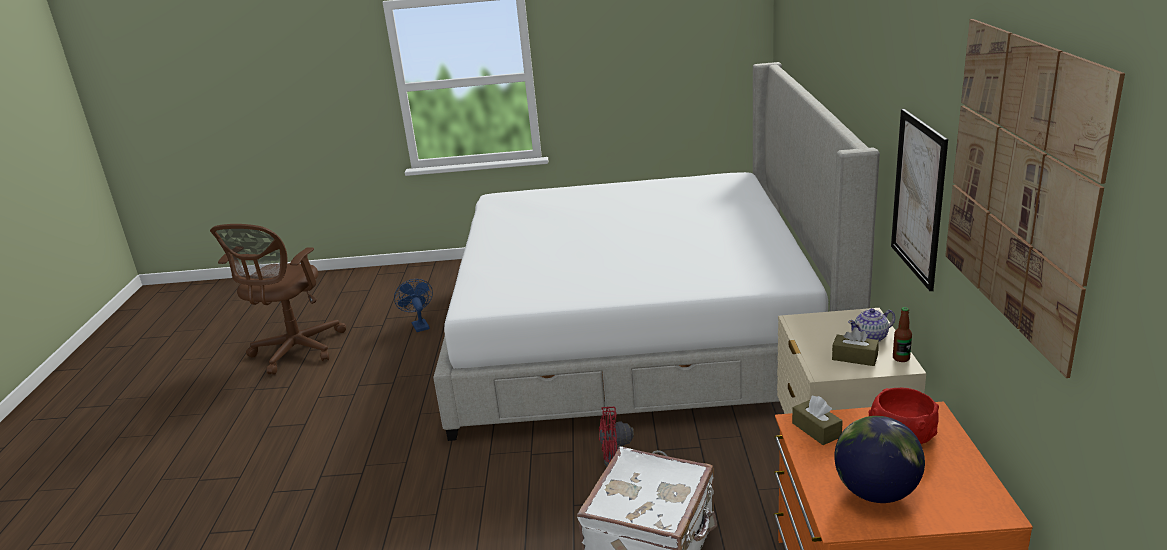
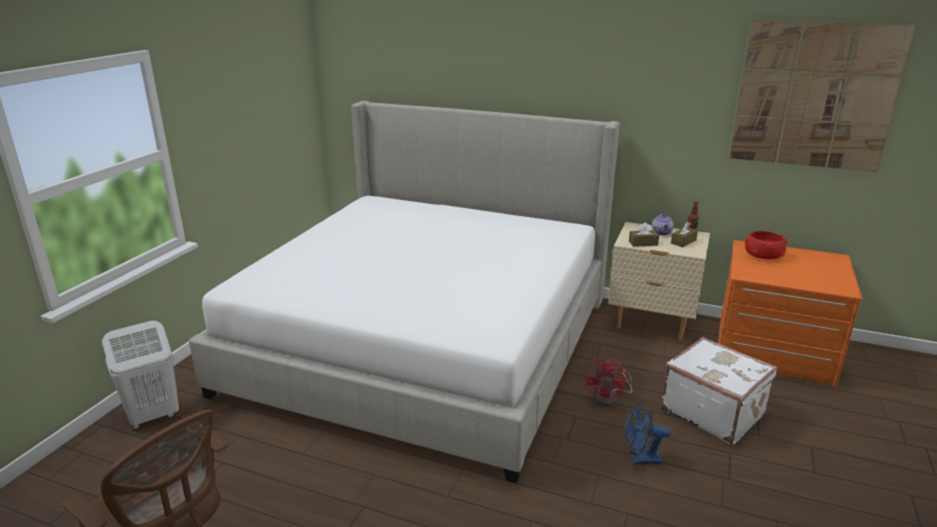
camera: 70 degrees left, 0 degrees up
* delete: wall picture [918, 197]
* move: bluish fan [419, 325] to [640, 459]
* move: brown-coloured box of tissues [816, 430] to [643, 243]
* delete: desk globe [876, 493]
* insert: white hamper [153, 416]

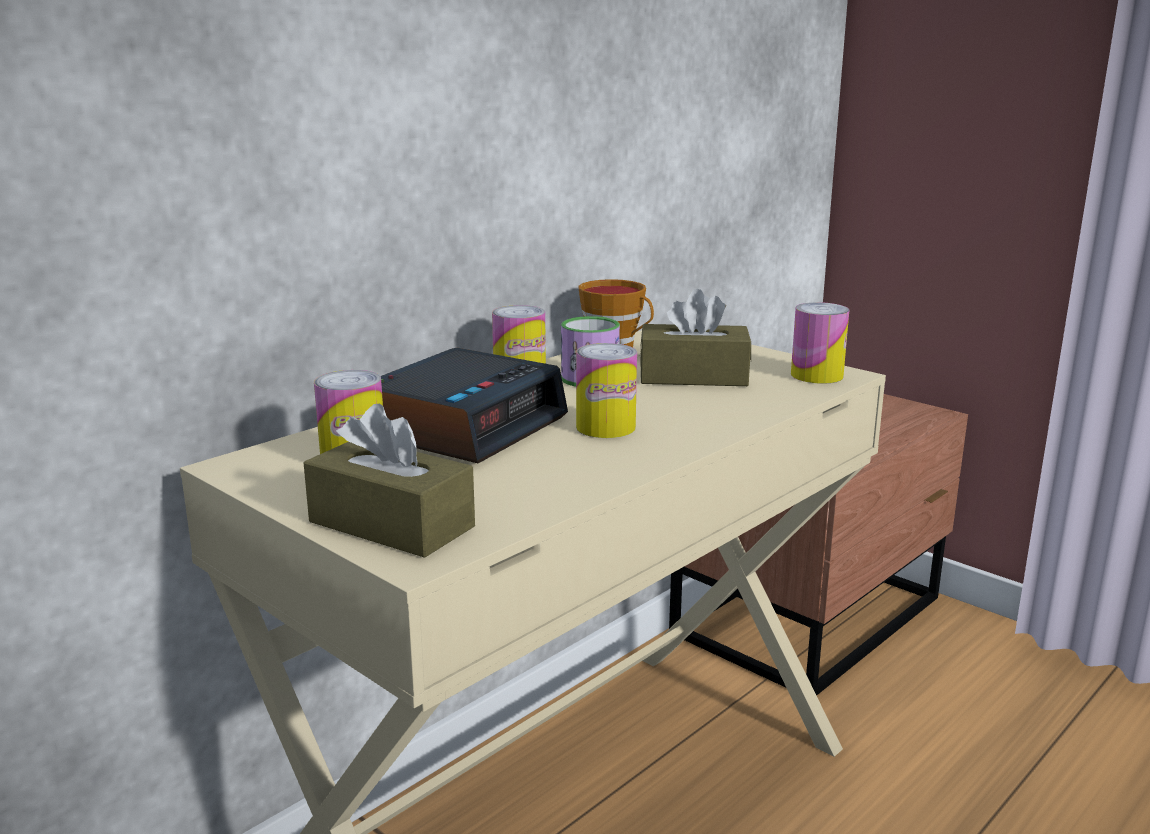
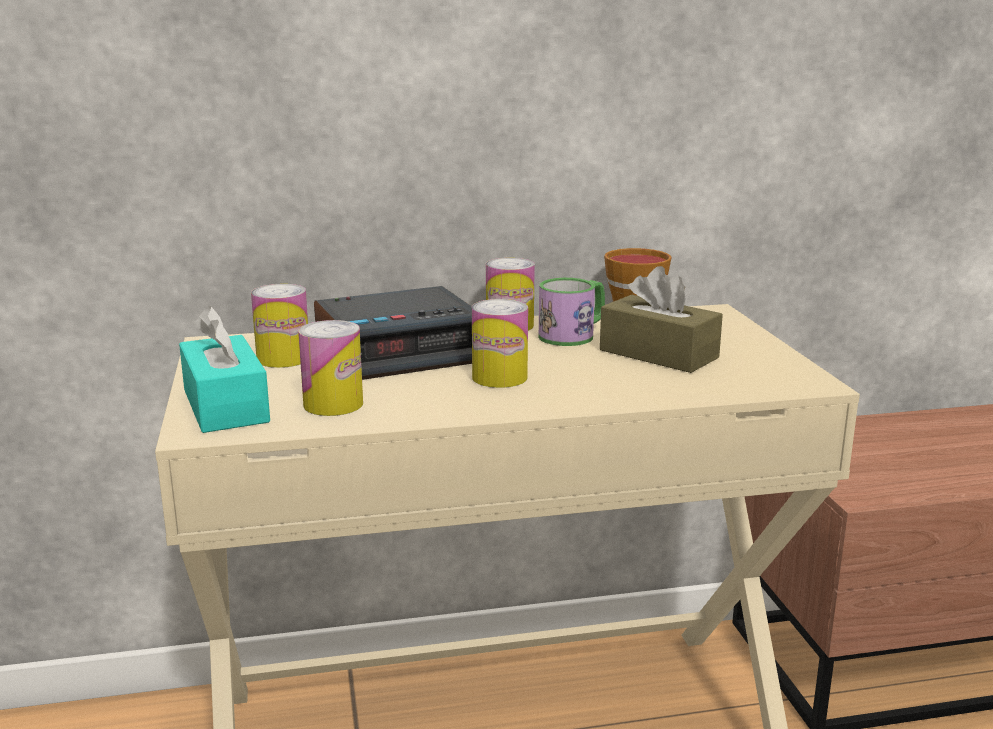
camera: 35 degrees right, 0 degrees up
* move: can [816, 375] to [333, 404]
* recolor: brown-coloured box of tissues [391, 524] to turquoise box of tissues [225, 406]

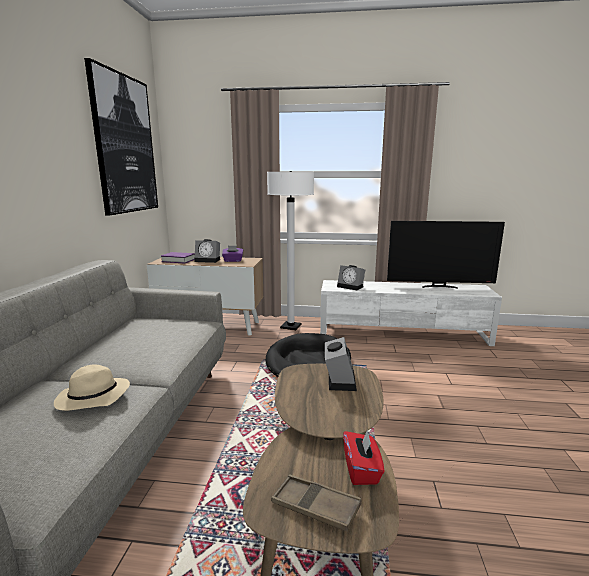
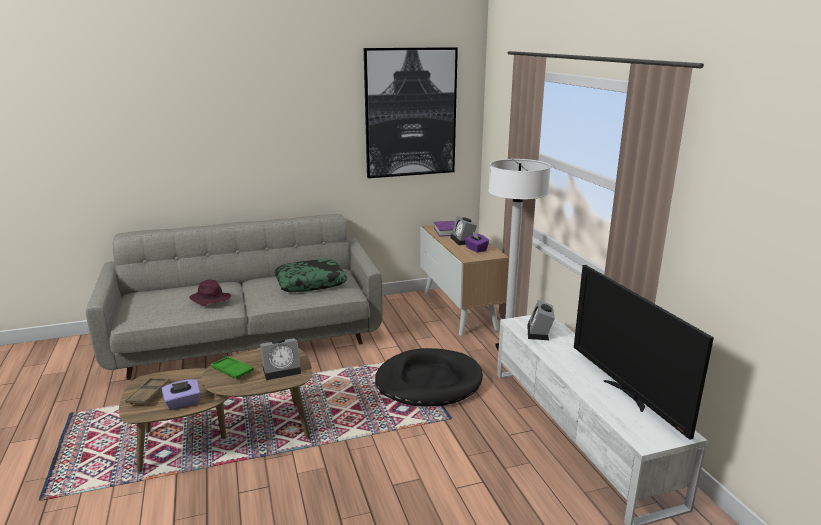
camera: 65 degrees right, 5 degrees up
* recolor: beige-coloured clothing hat [92, 398] to purple clothing hat [210, 299]
* recolor: reddish box of tissues [361, 470] to purple box of tissues [183, 403]
* insert: throw pillow [310, 283]
* insert: green-coloured serving tray [232, 371]

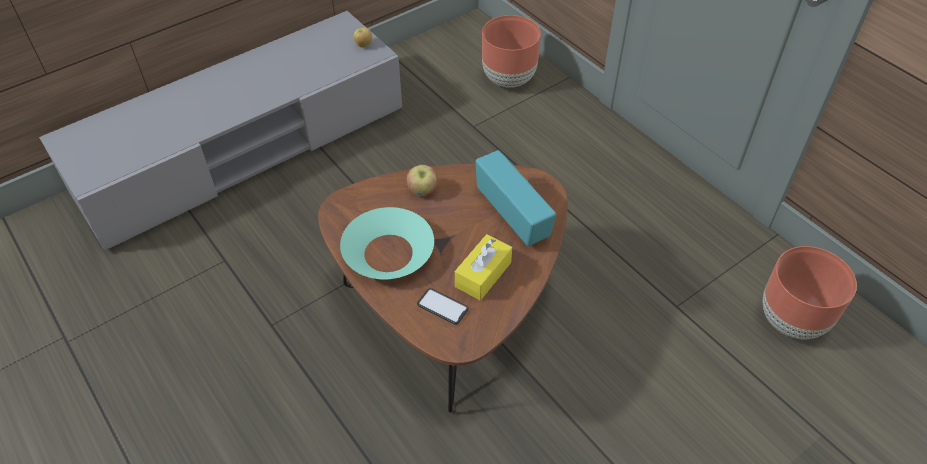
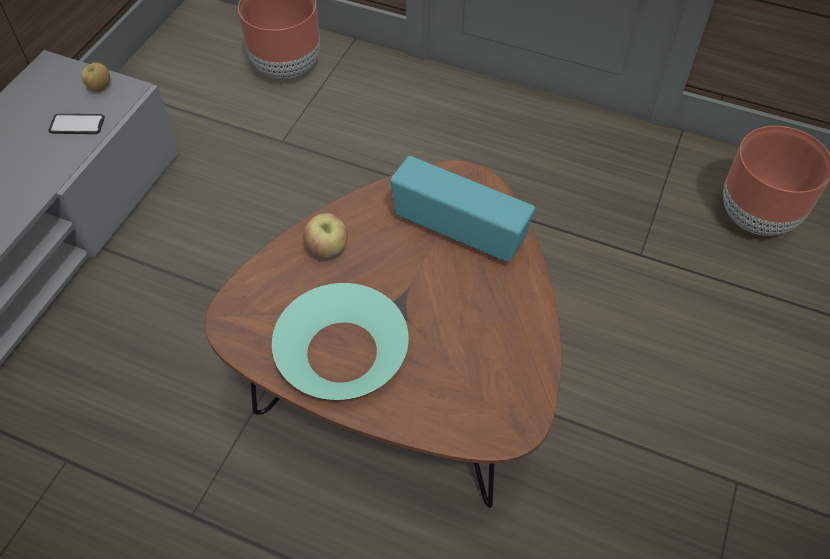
camera: 30 degrees left, 5 degrees up
* delete: yellow box of tissues [483, 274]
* move: handset [442, 307] to [77, 124]

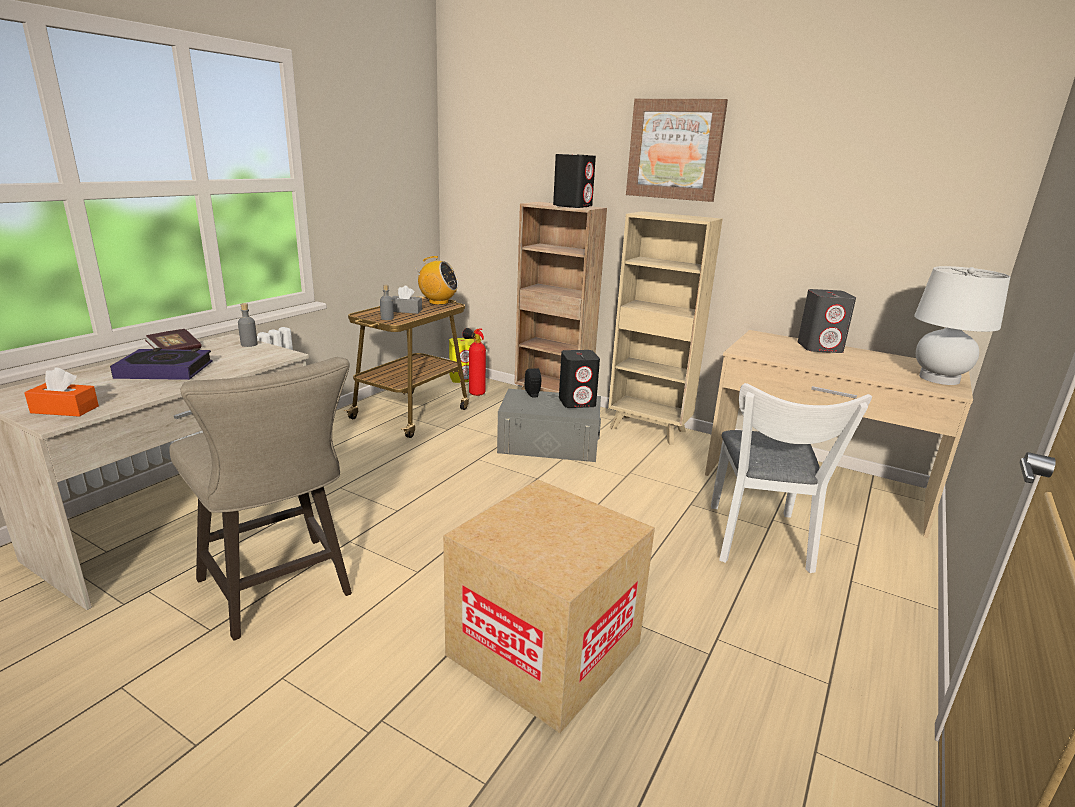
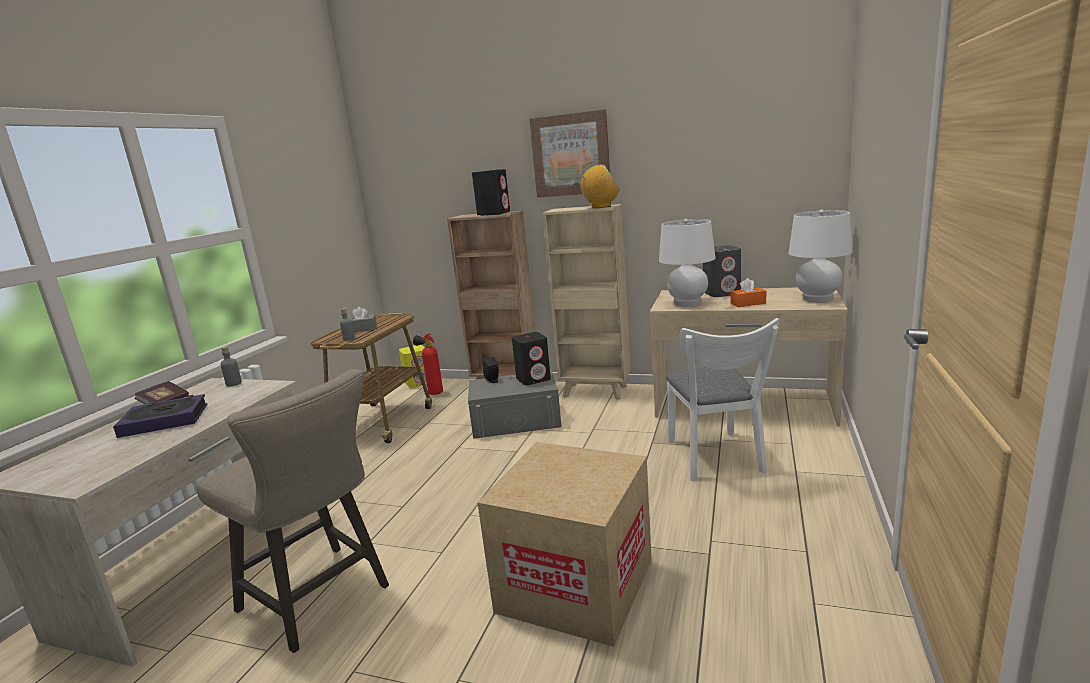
camera: 10 degrees left, 5 degrees down
* move: radio set [438, 302] to [601, 207]
* move: orangey box of tissues [65, 409] to [748, 303]
* insert: white table lamp [687, 303]

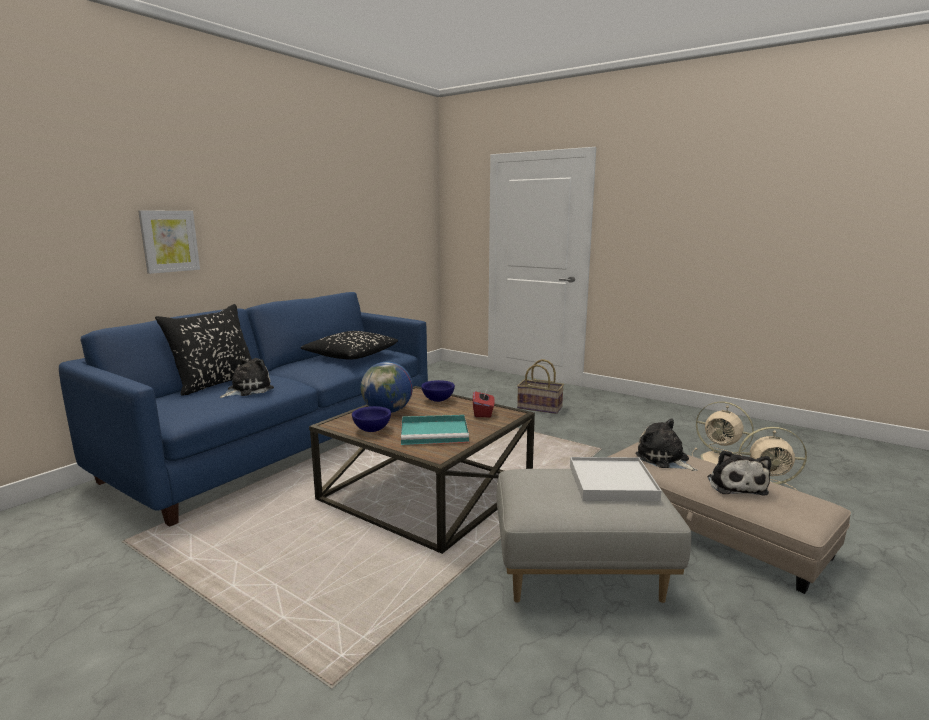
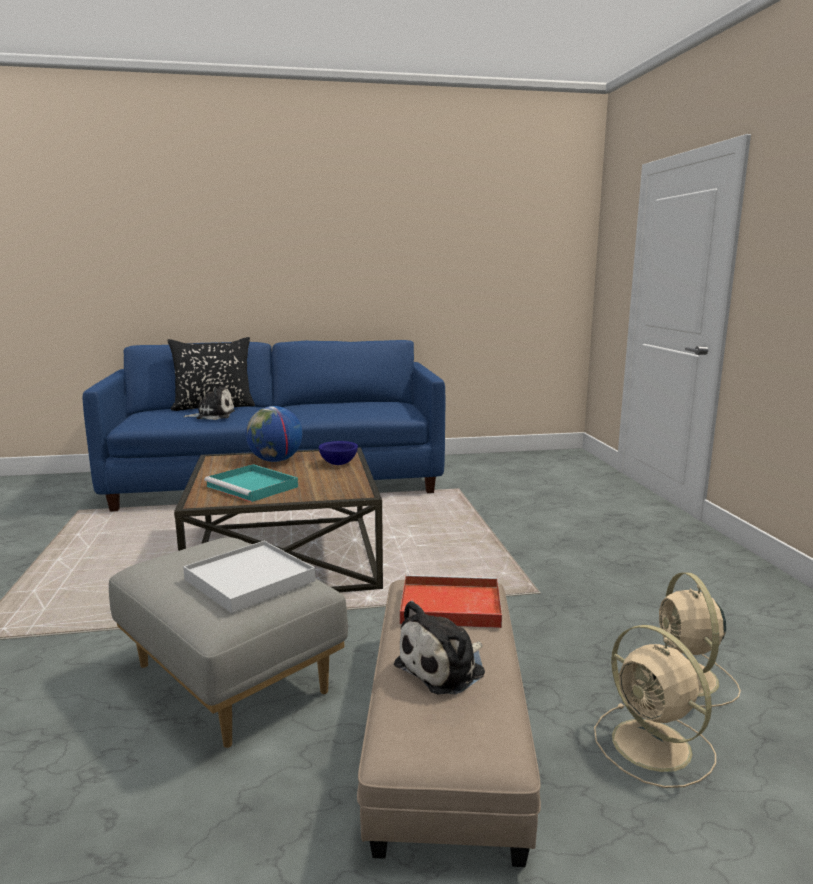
camera: 45 degrees right, 0 degrees up
* delete: wall picture [169, 241]
* delete: blackish throw pillow [351, 356]
* delete: basket [540, 407]
* delete: reddish box of tissues [483, 413]
* delete: bluish serving bowl [372, 430]
* replace: cuddly toy [664, 459] to reddish serving tray [448, 606]

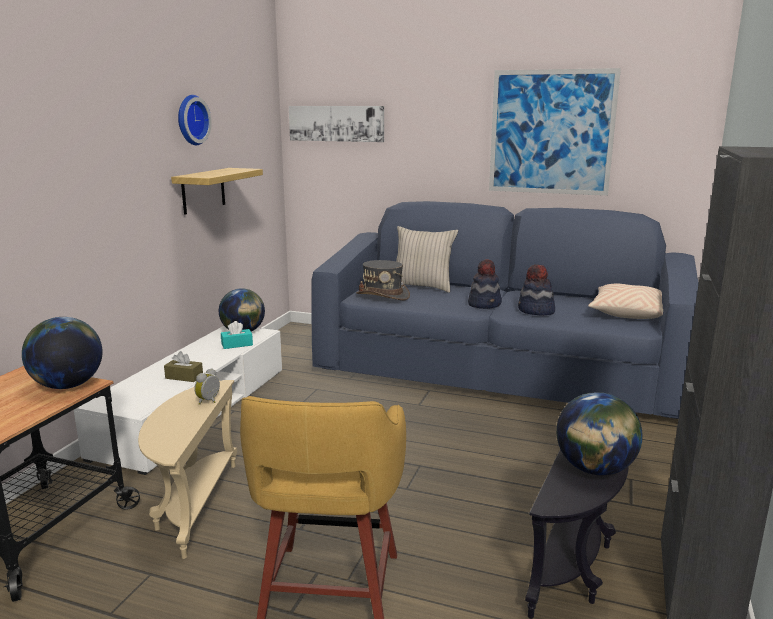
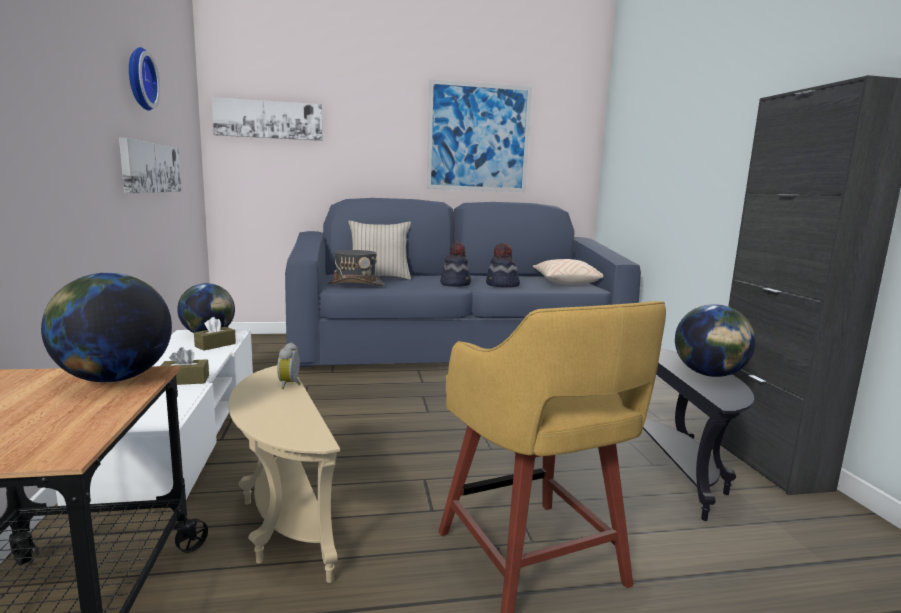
camera: 30 degrees left, 5 degrees down
* replace: bracket shelf [203, 190] to wall picture [150, 168]
* recolor: turquoise box of tissues [237, 344] to brown-coloured box of tissues [215, 345]

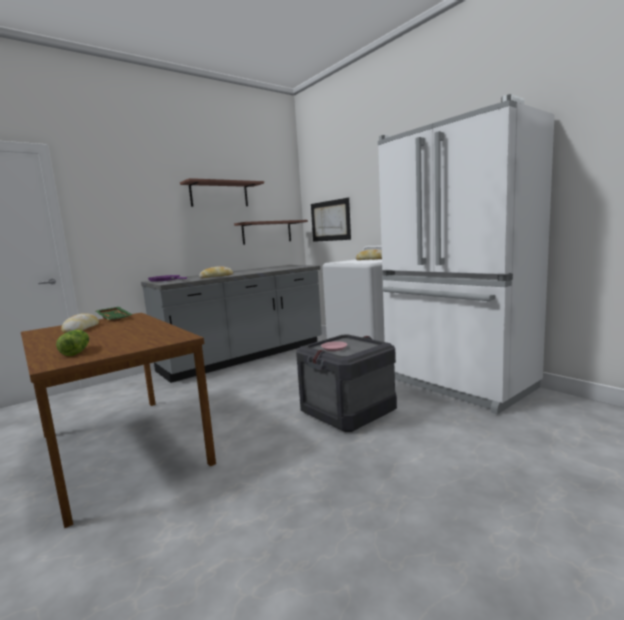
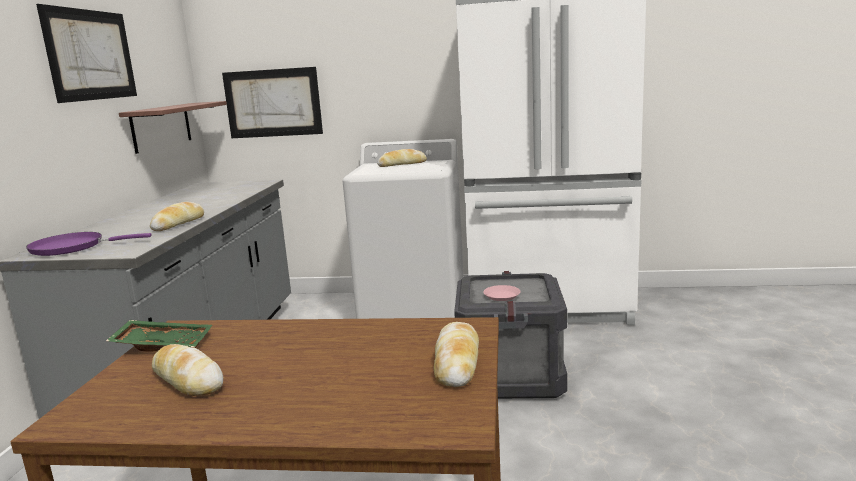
camera: 45 degrees left, 5 degrees up
* replace: bracket shelf [219, 195] to wall picture [91, 55]
* delete: lettuce [77, 351]
* insert: bakery bread [457, 362]

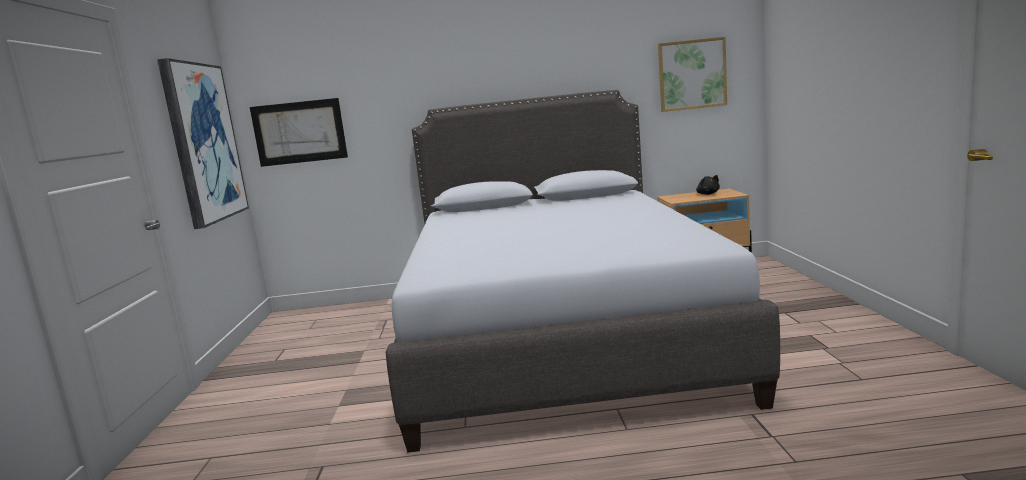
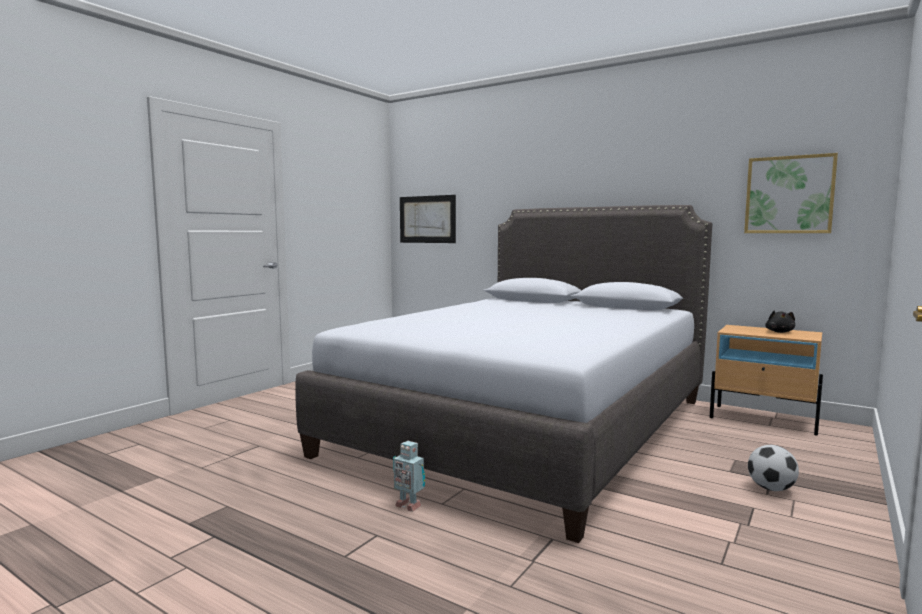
camera: 35 degrees right, 5 degrees down
* delete: wall picture [203, 143]
* insert: model robot [409, 505]
* insert: ball for football [771, 489]

